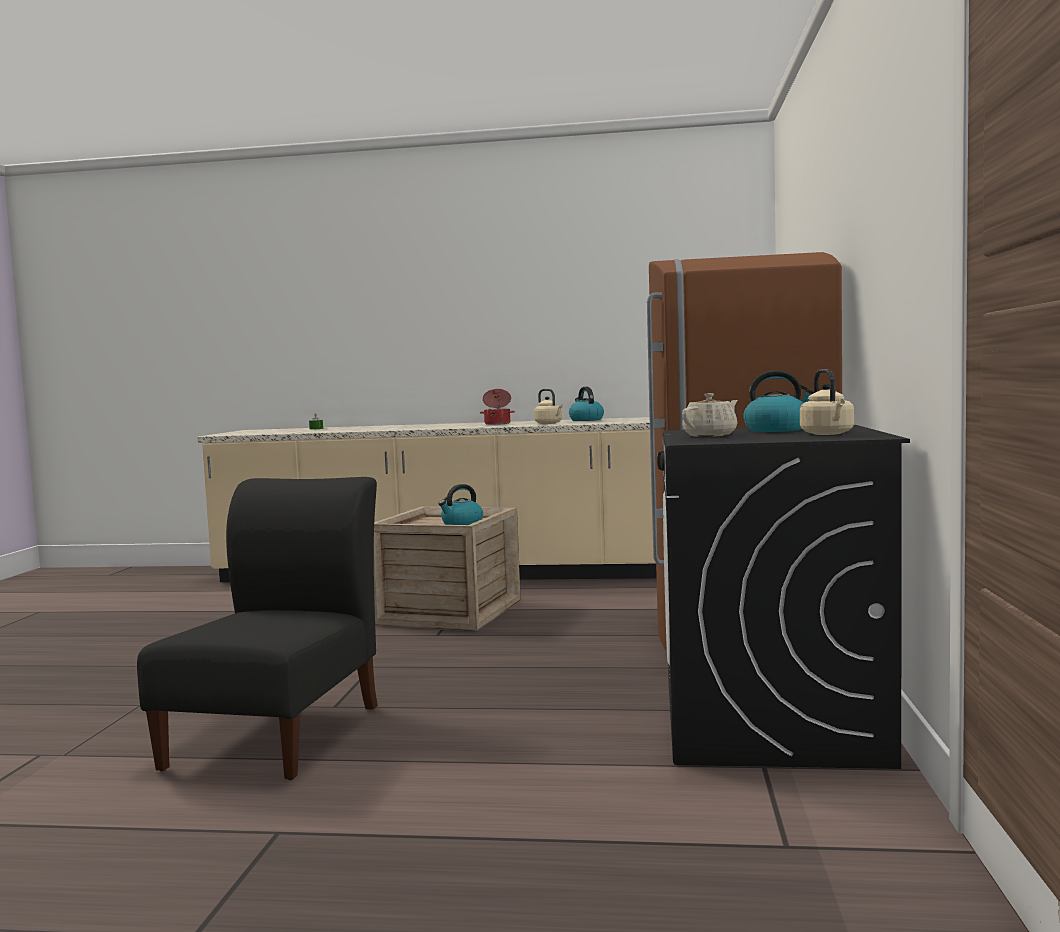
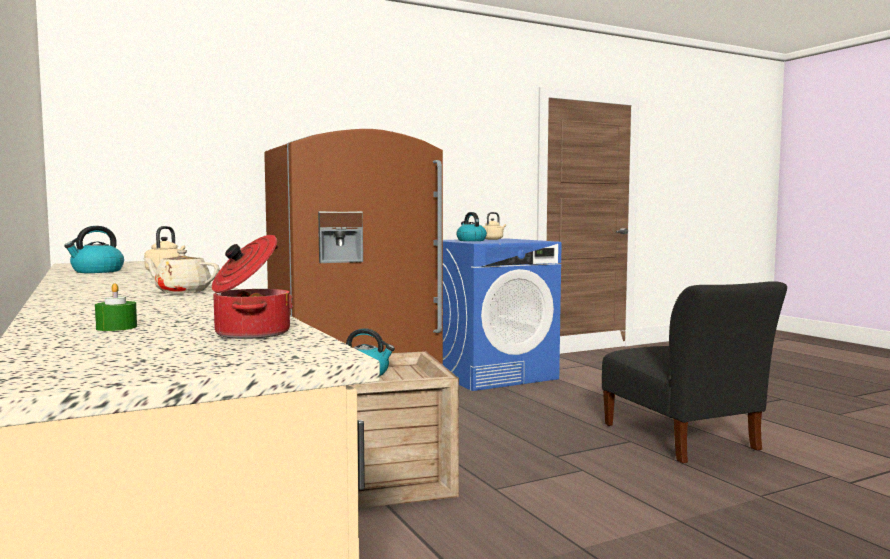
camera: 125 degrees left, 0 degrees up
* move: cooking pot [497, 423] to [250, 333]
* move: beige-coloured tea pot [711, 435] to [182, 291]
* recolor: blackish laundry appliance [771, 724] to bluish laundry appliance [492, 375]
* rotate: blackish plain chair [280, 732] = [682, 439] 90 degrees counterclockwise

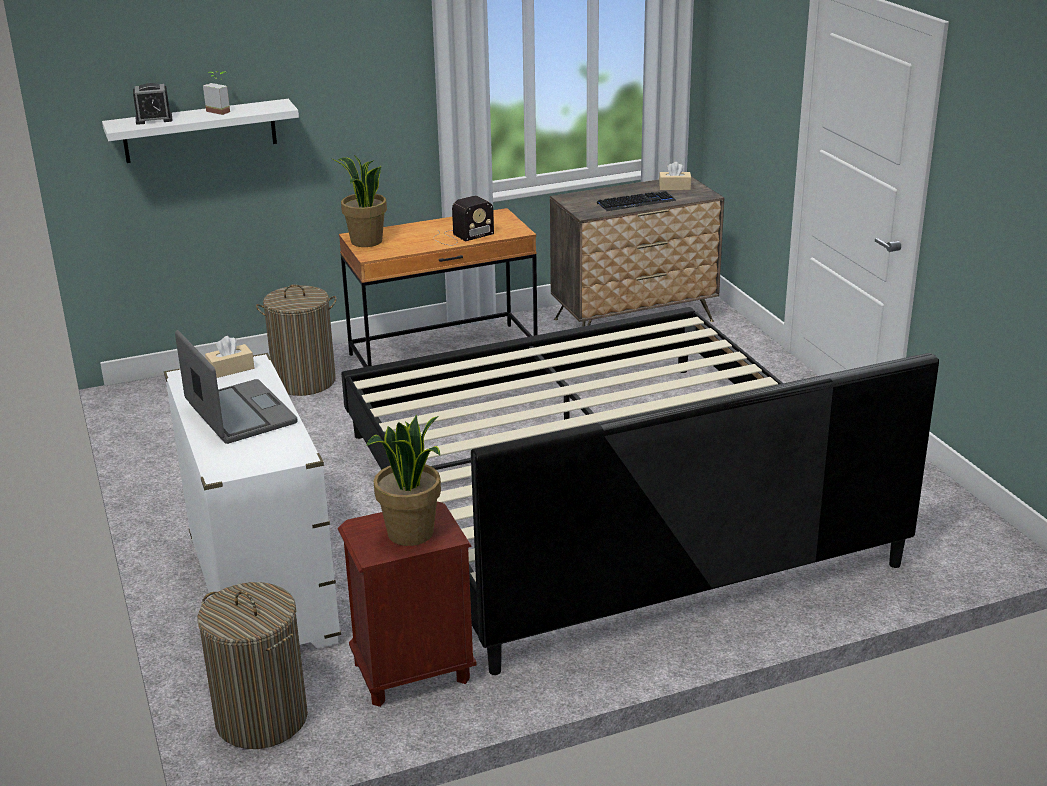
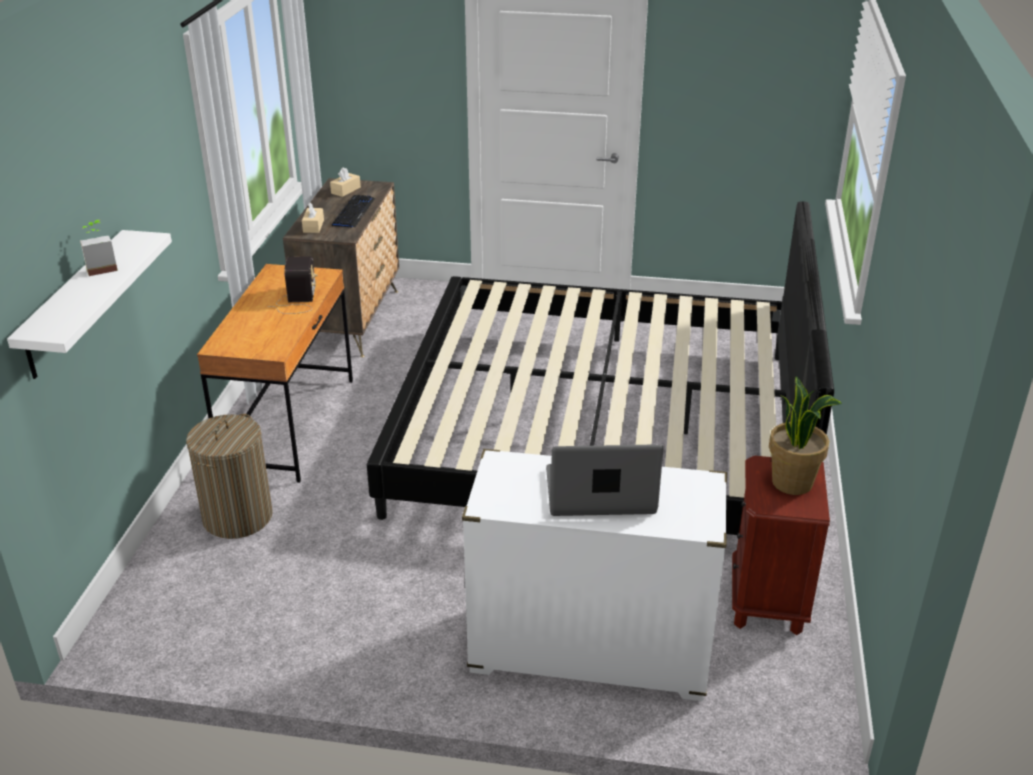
camera: 60 degrees left, 5 degrees up
* delete: table clock [154, 119]
* delete: houseplant [366, 241]
* move: beige-coloured box of tissues [230, 369] to [313, 226]
* delete: hamper [261, 718]

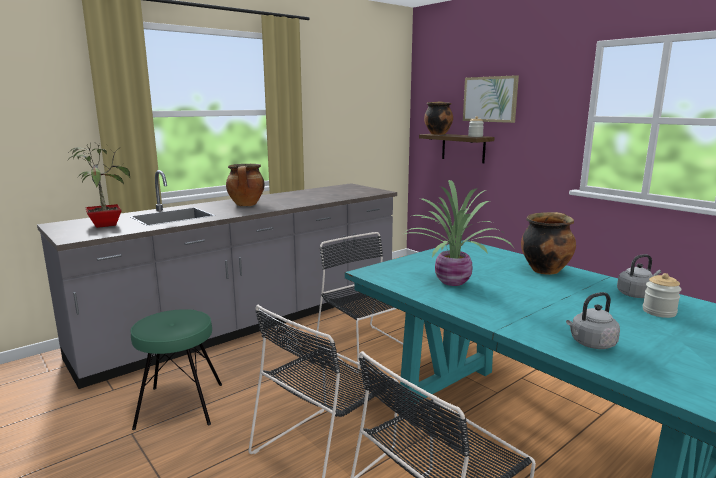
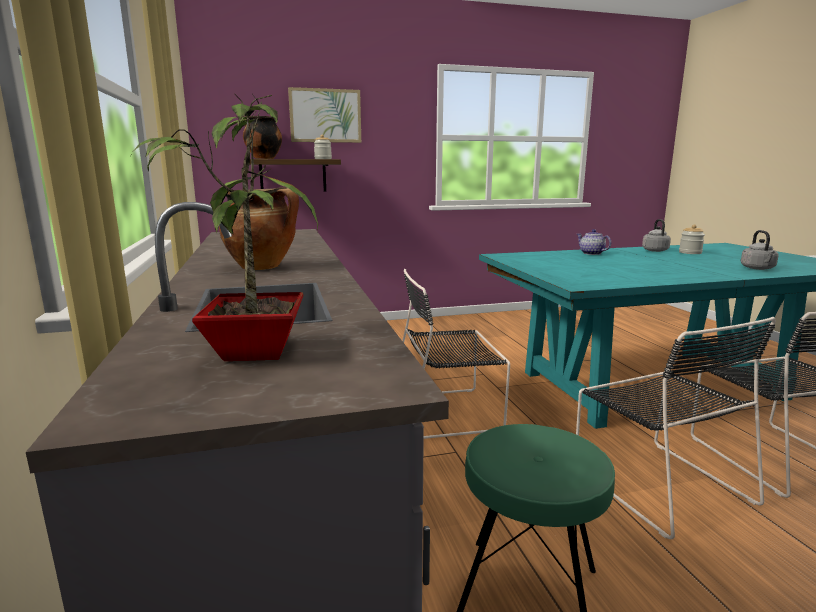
camera: 65 degrees left, 0 degrees up
* delete: houseplant [451, 282]
* replace: cooking pot [545, 270] to tea pot [591, 253]

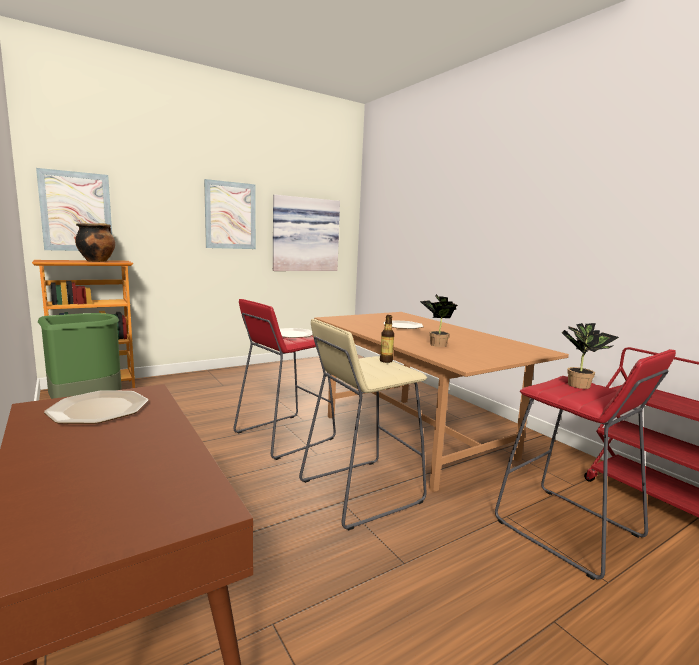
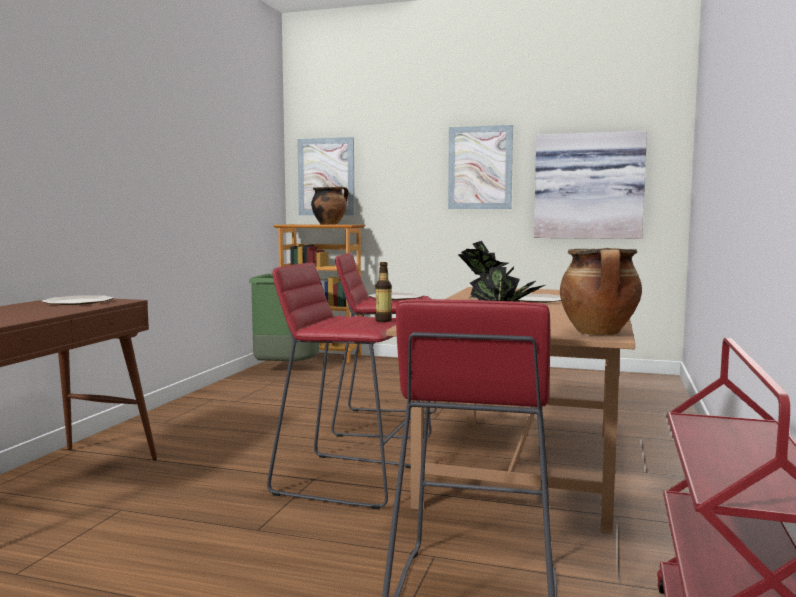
camera: 50 degrees right, 5 degrees down
* recolor: beige-coloured sitting stool [359, 491] to reddish sitting stool [345, 479]
* insert: cooking pot [599, 333]

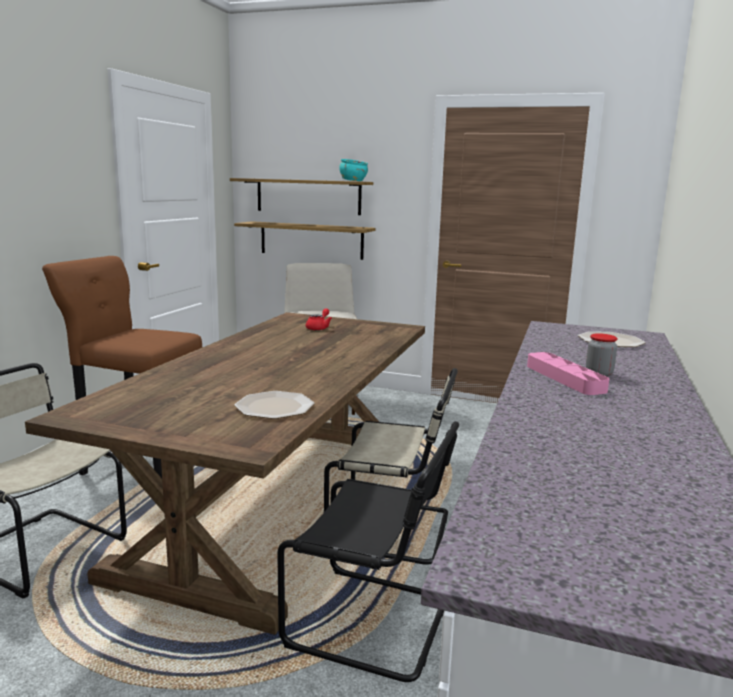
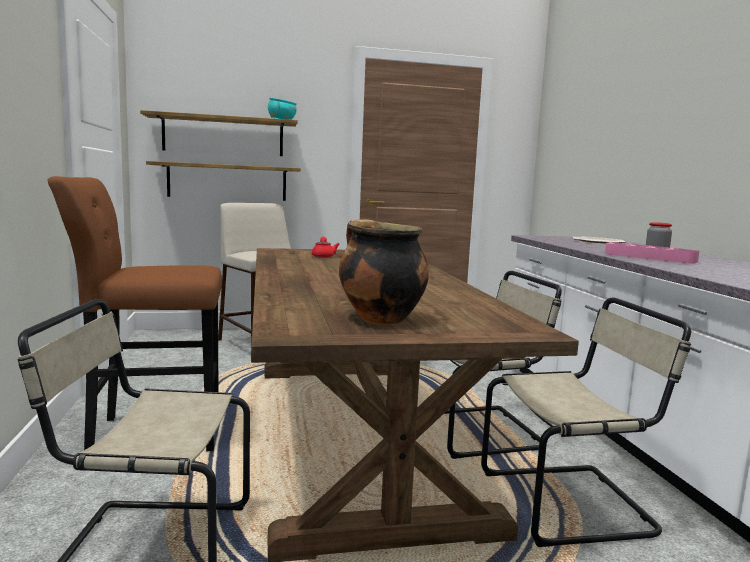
camera: 30 degrees left, 5 degrees down
* delete: dinner plate [275, 407]
* recolor: blackish plain chair [375, 623] to beige-coloured plain chair [571, 503]
* insert: cooking pot [379, 319]

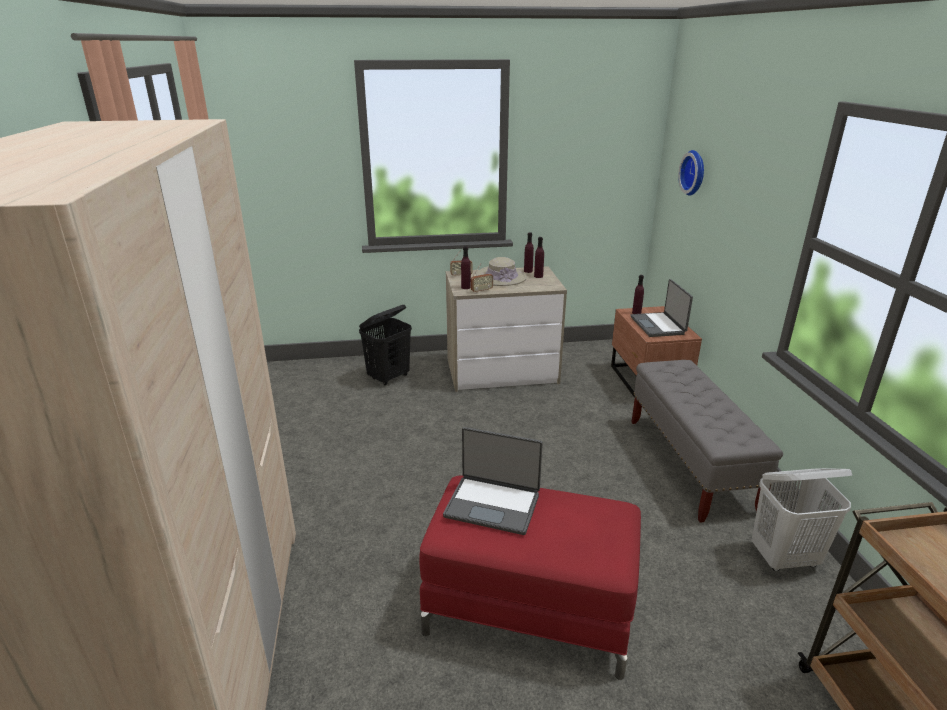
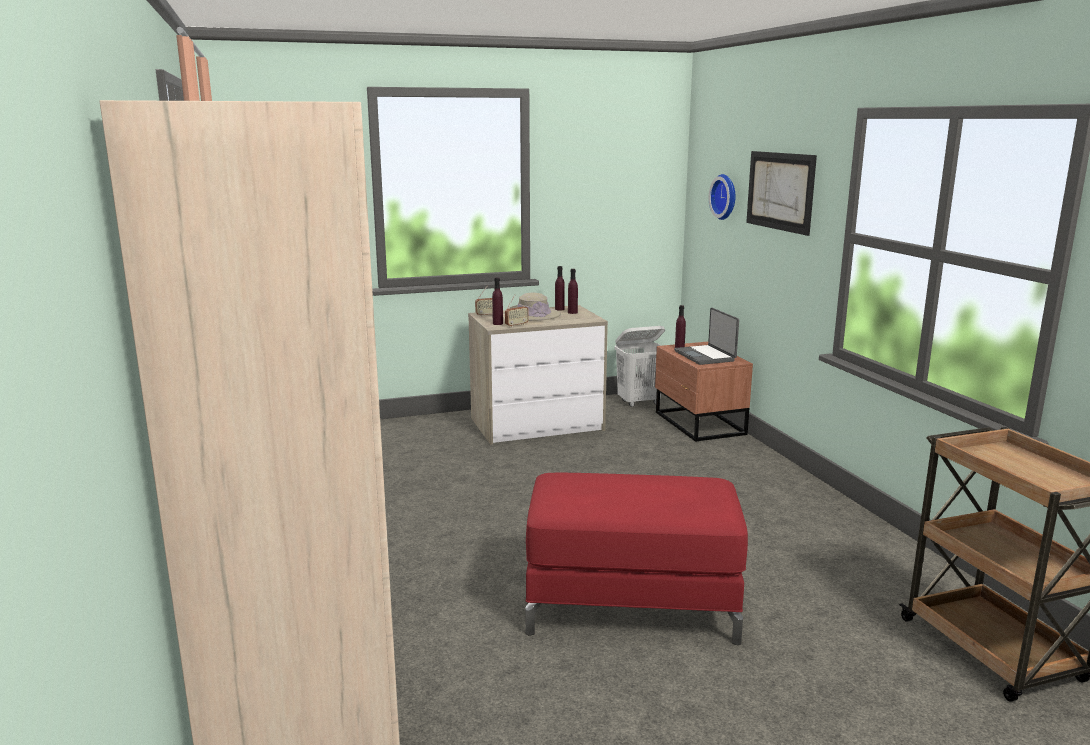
camera: 10 degrees left, 10 degrees down
* delete: blackish hamper [389, 377]
* delete: greyish bench [690, 464]
* delete: portable computer [493, 504]
* move: white hamper [785, 558] to [639, 402]
* insert: wall picture [779, 191]

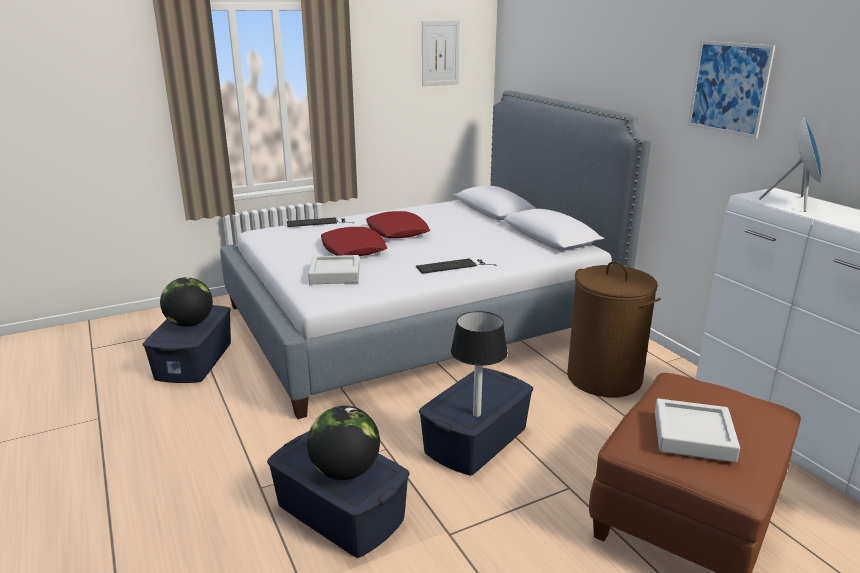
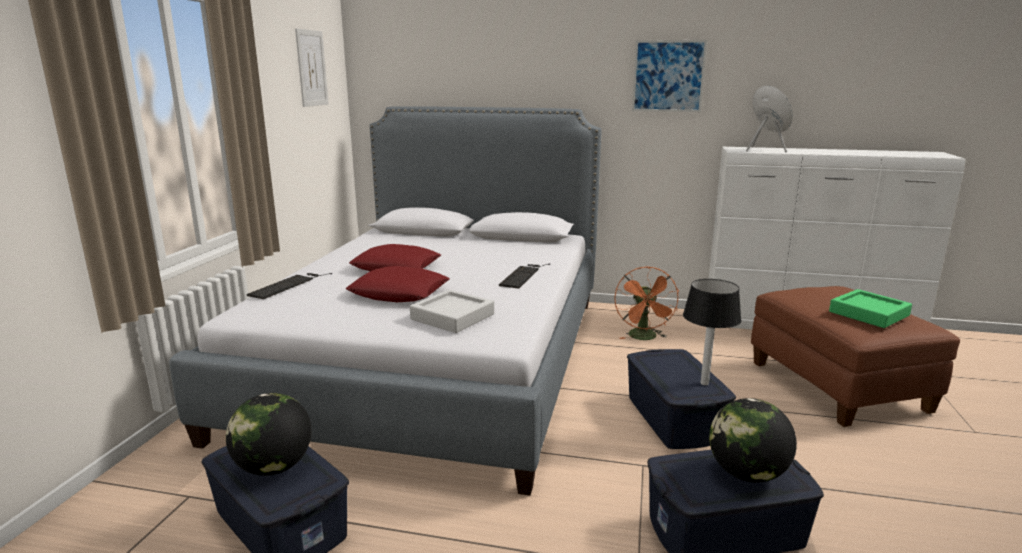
camera: 50 degrees left, 5 degrees down
* replace: brown-coloured hamper [604, 378] to orangey fan [644, 338]
* recolor: greyish serving tray [693, 436] to green-coloured serving tray [868, 314]

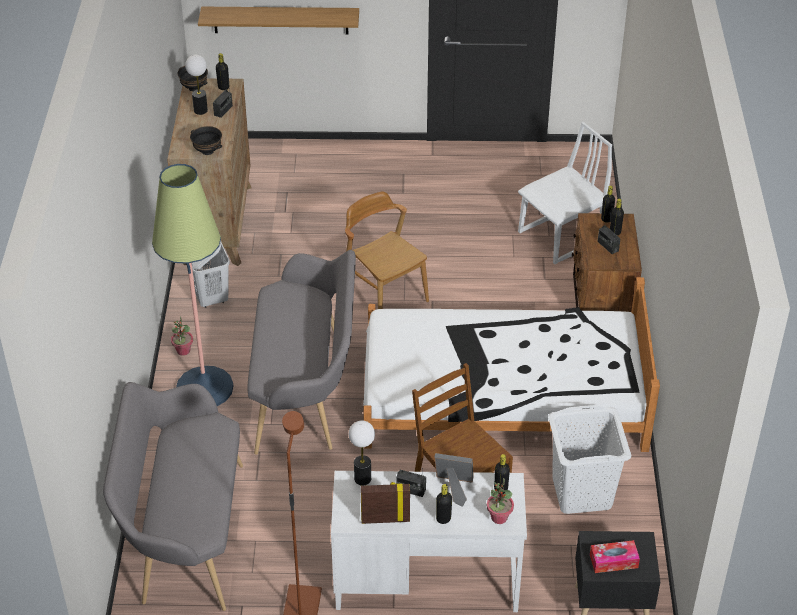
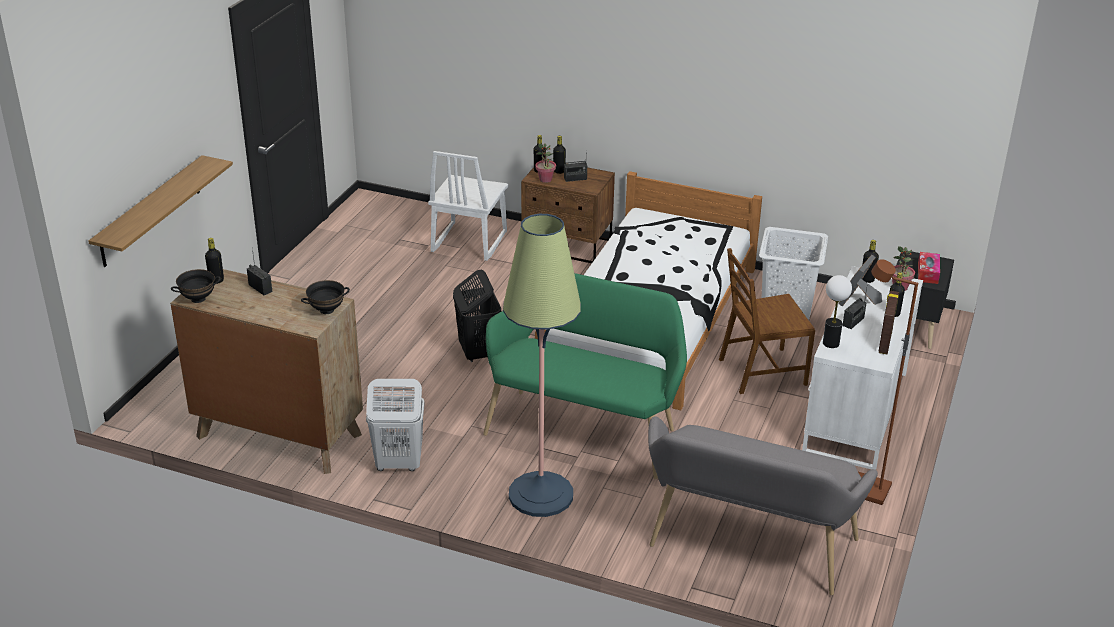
camera: 70 degrees left, 10 degrees down
* delete: table lamp [200, 110]
* rotate: white plain chair [562, 237] = [468, 242] 150 degrees counterclockwise
* replace: brown-coloured plain chair [384, 295] to blackish hamper [477, 352]
* recolor: greyish bench [306, 392] to green-coloured bench [585, 429]
* move: houseplant [183, 351] to [545, 179]

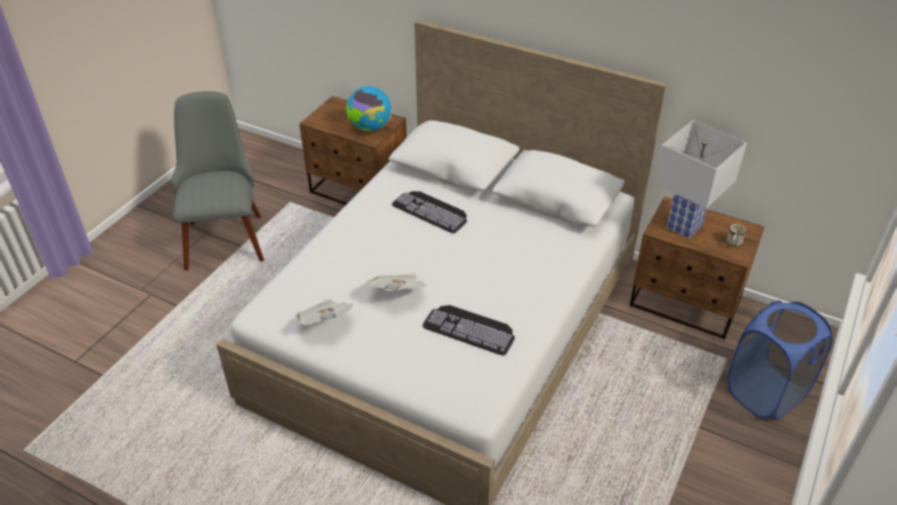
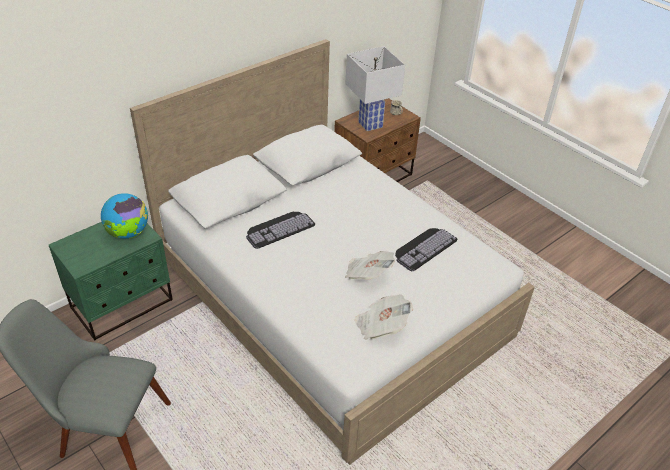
camera: 70 degrees left, 0 degrees up
* recolor: brown-coloured nightstand [358, 191] to green-coloured nightstand [123, 304]
* delete: bluish hamper [765, 393]

